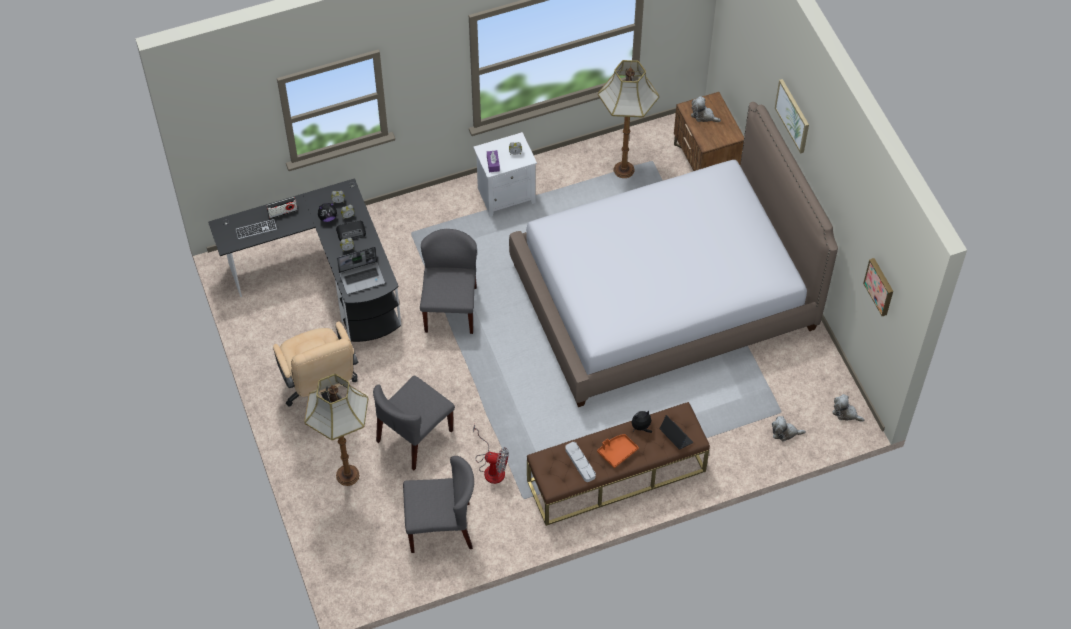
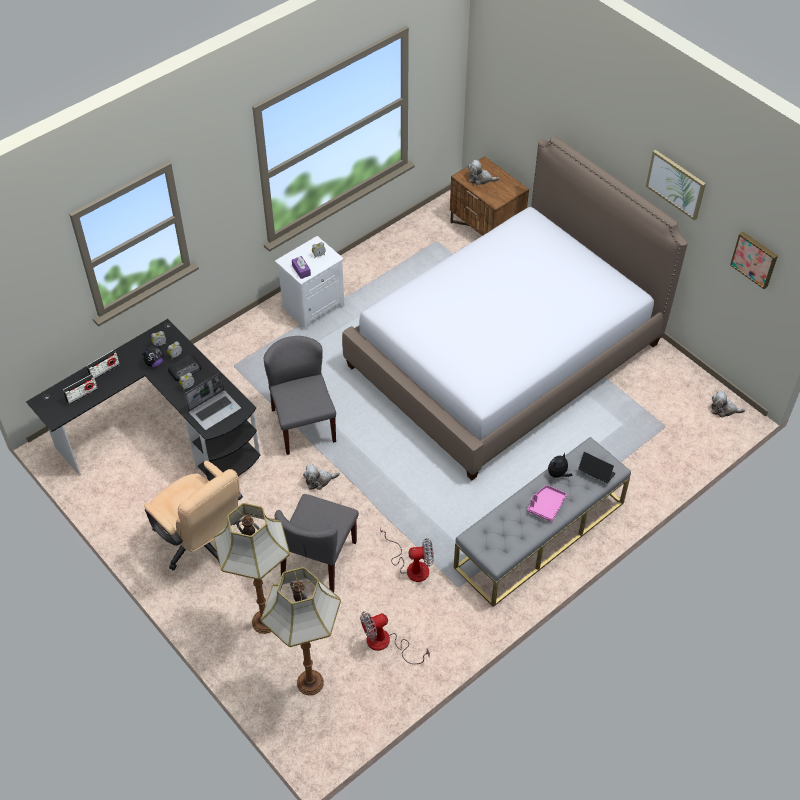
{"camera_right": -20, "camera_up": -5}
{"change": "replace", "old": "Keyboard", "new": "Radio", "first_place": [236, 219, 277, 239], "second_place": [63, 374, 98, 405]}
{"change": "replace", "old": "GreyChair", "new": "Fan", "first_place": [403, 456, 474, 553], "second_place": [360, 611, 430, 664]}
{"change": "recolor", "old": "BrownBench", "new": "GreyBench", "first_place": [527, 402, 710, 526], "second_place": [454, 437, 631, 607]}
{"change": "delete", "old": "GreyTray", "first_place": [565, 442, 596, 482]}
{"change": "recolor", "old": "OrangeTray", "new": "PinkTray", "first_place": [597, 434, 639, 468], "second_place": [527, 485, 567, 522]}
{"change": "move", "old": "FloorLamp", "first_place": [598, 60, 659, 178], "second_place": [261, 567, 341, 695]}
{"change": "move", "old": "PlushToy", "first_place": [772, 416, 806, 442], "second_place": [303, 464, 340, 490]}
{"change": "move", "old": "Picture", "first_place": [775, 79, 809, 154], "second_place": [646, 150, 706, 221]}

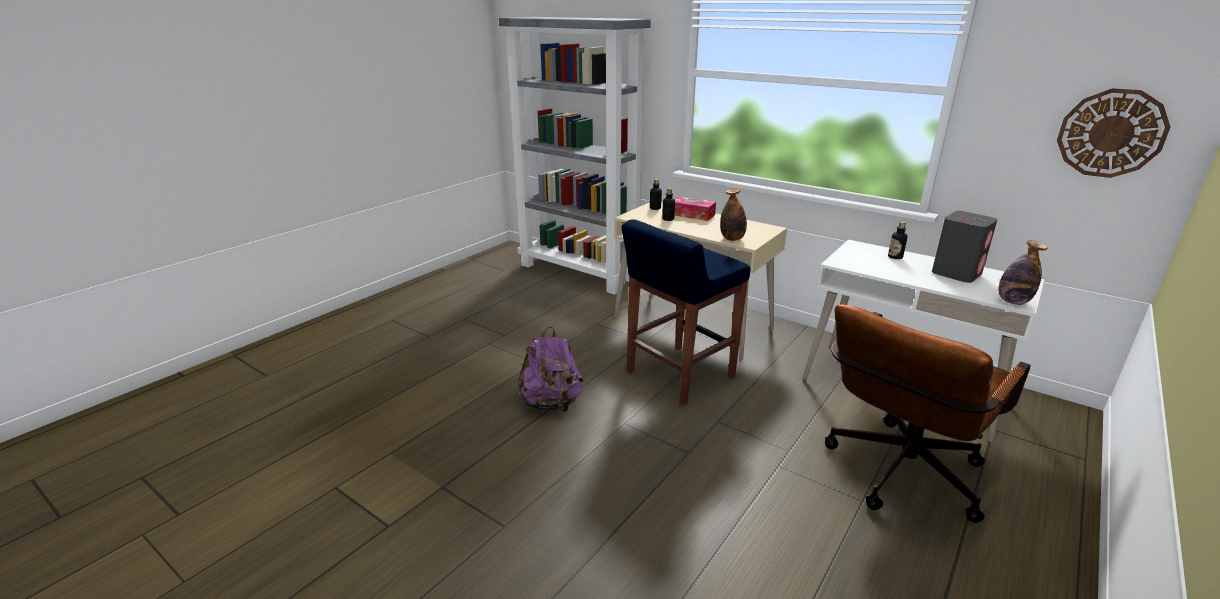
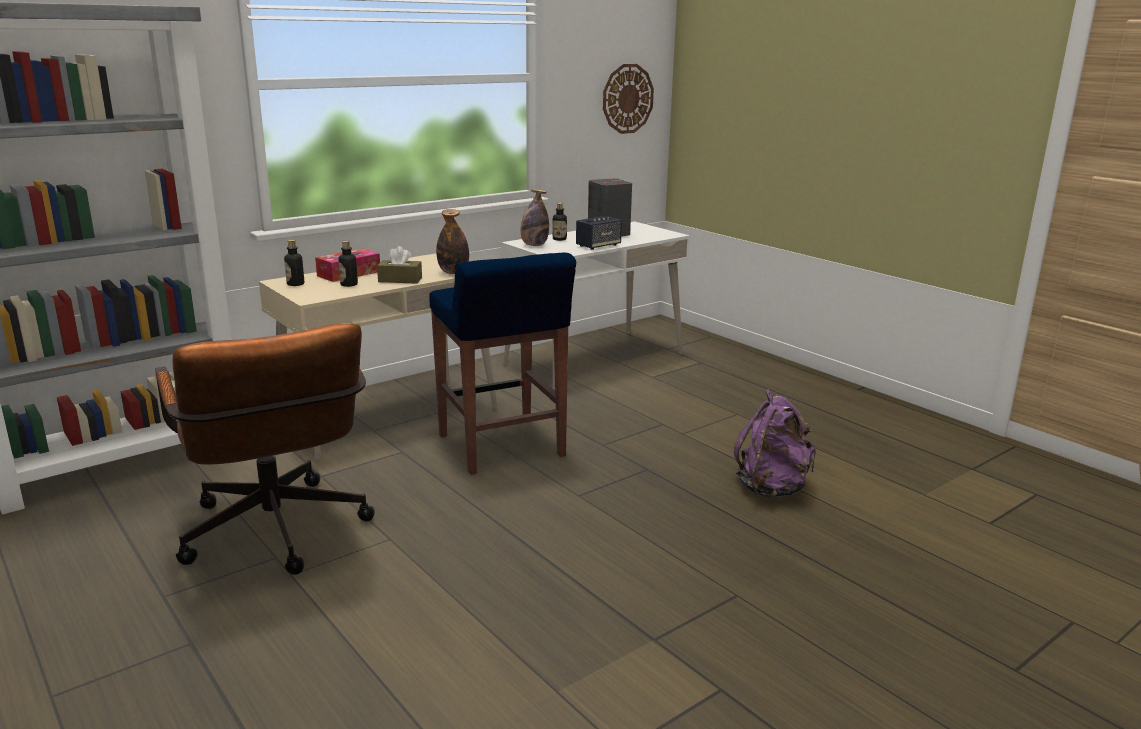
{"camera_right": -75, "camera_up": -5}
{"change": "move", "old": "PurpleBackpack", "first_place": [516, 327, 584, 413], "second_place": [734, 389, 816, 498]}
{"change": "move", "old": "BrownOfficeChair", "first_place": [825, 305, 1031, 523], "second_place": [155, 323, 375, 575]}
{"change": "move", "old": "Bottle", "first_place": [999, 240, 1048, 305], "second_place": [521, 189, 549, 246]}
{"change": "insert", "new": "BrownTissueBox", "second_place": [377, 246, 422, 284]}
{"change": "insert", "new": "Speaker", "second_place": [576, 216, 622, 250]}

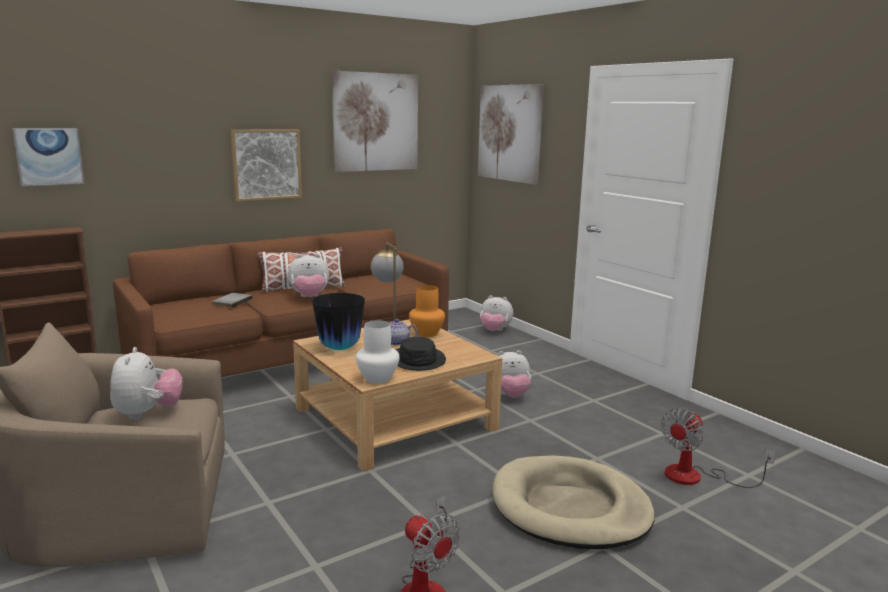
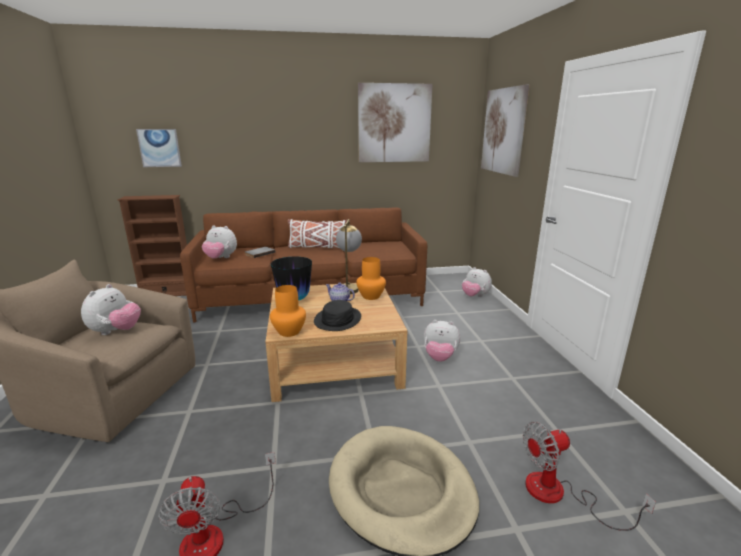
{"camera_right": 25, "camera_up": 5}
{"change": "delete", "old": "Picture", "first_place": [231, 130, 302, 201]}
{"change": "move", "old": "PlushToy", "first_place": [288, 254, 329, 297], "second_place": [202, 225, 237, 259]}
{"change": "recolor", "old": "WhiteVase", "new": "OrangeVase", "first_place": [356, 320, 400, 384], "second_place": [270, 285, 306, 337]}

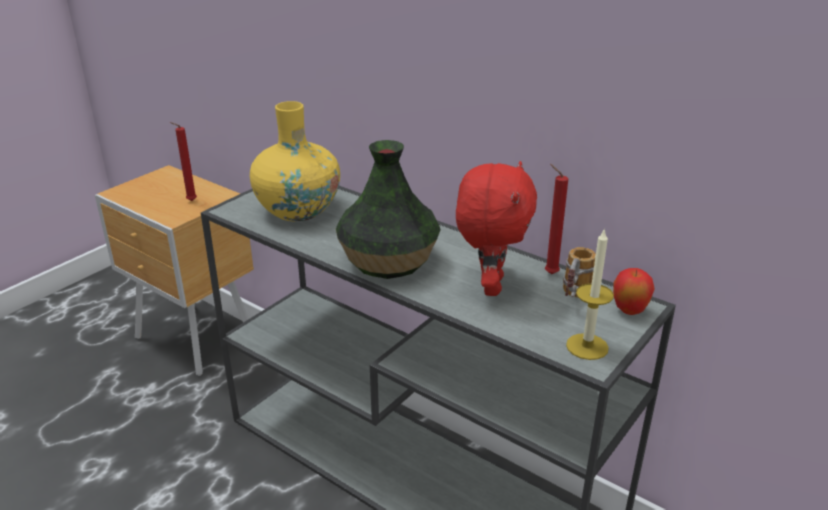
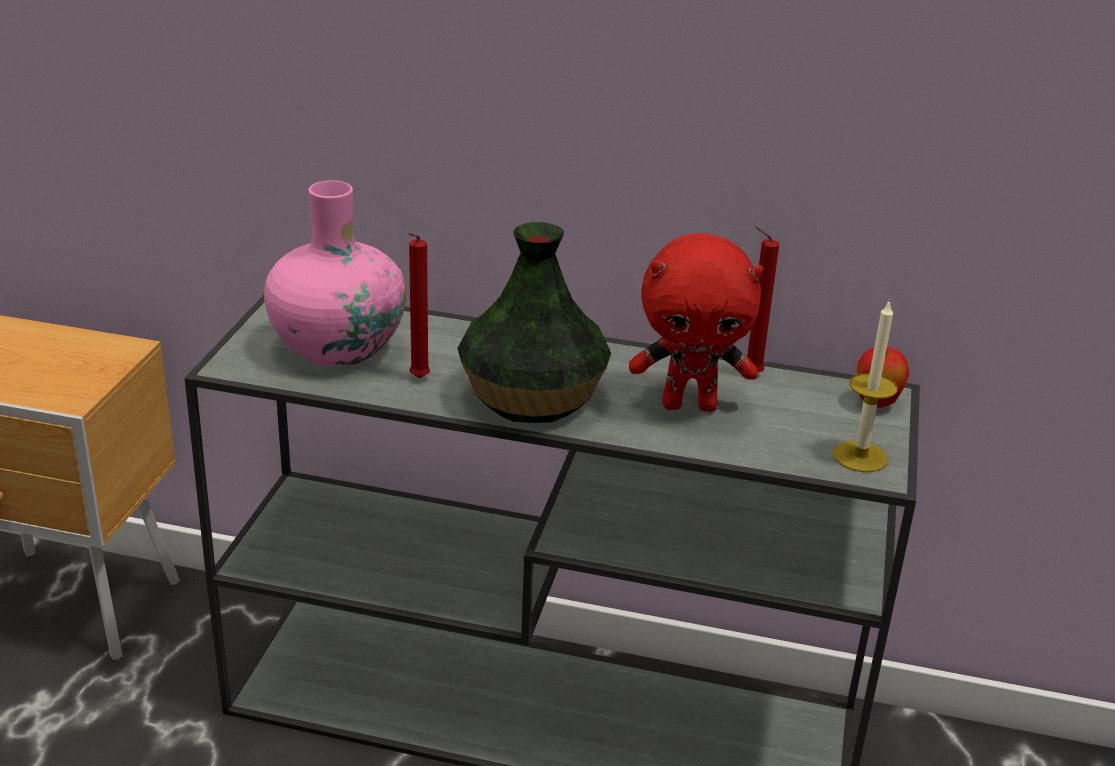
{"camera_right": -25, "camera_up": 0}
{"change": "move", "old": "RedCandle", "first_place": [170, 122, 197, 201], "second_place": [408, 233, 430, 378]}
{"change": "recolor", "old": "YellowVase", "new": "PinkVase", "first_place": [250, 101, 340, 221], "second_place": [264, 180, 406, 367]}
{"change": "rotate", "old": "RedPlushToy", "first_place": [456, 161, 537, 296], "second_place": [629, 233, 764, 412], "degrees": 105}
{"change": "delete", "old": "Mug", "first_place": [563, 247, 596, 298]}

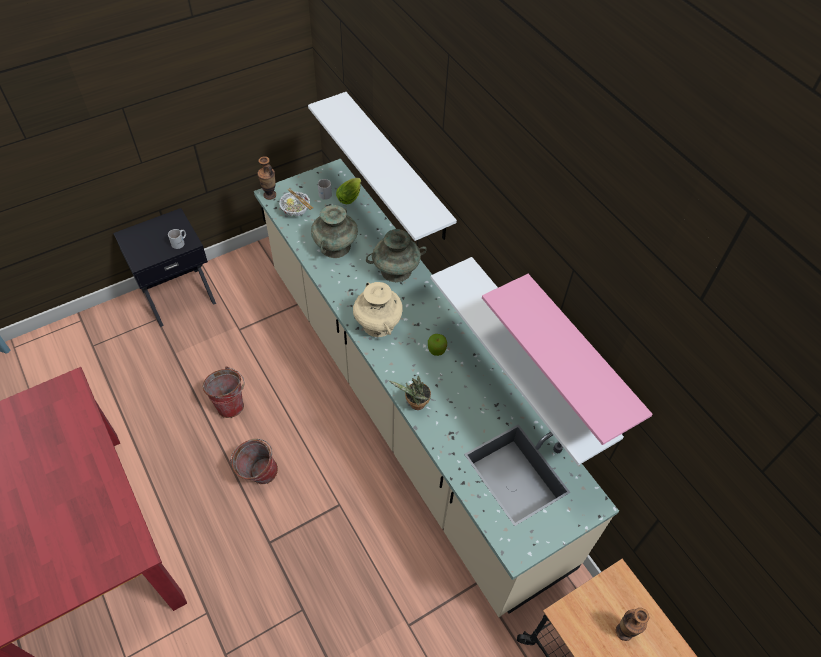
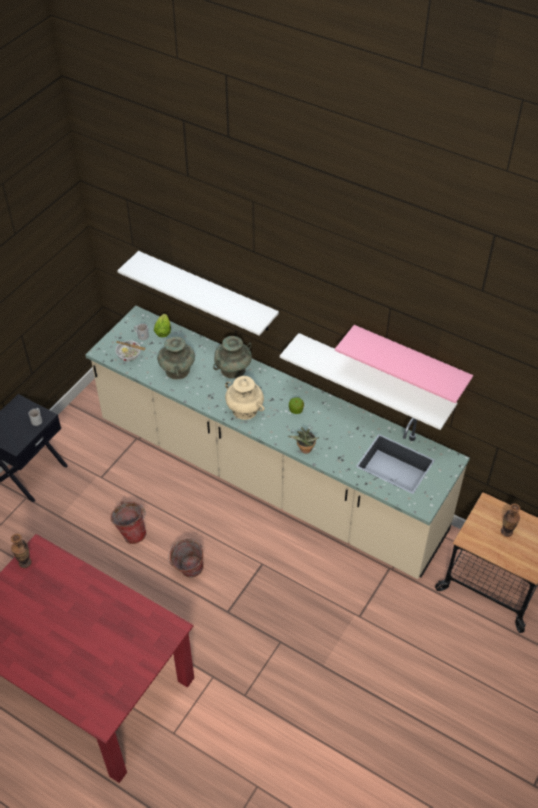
{"camera_right": -25, "camera_up": -5}
{"change": "move", "old": "Vase", "first_place": [258, 156, 276, 200], "second_place": [11, 534, 32, 568]}

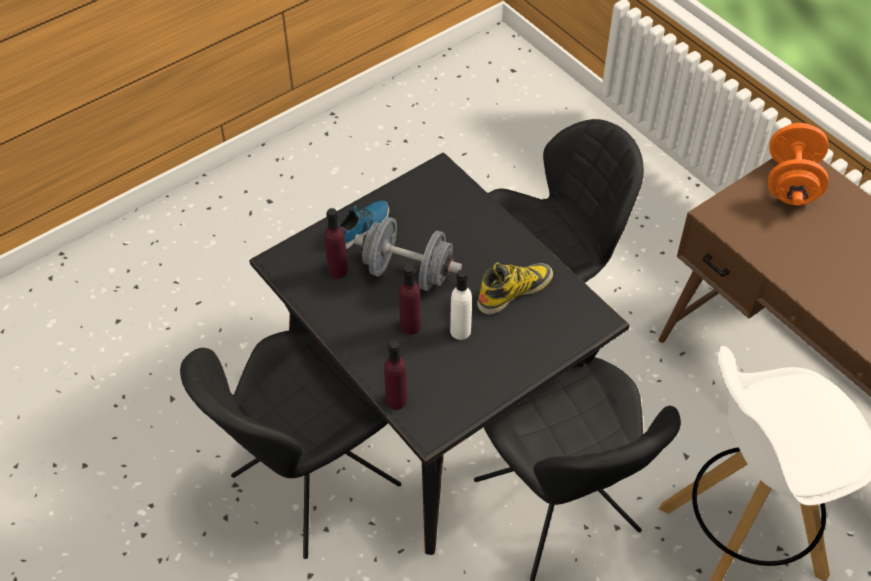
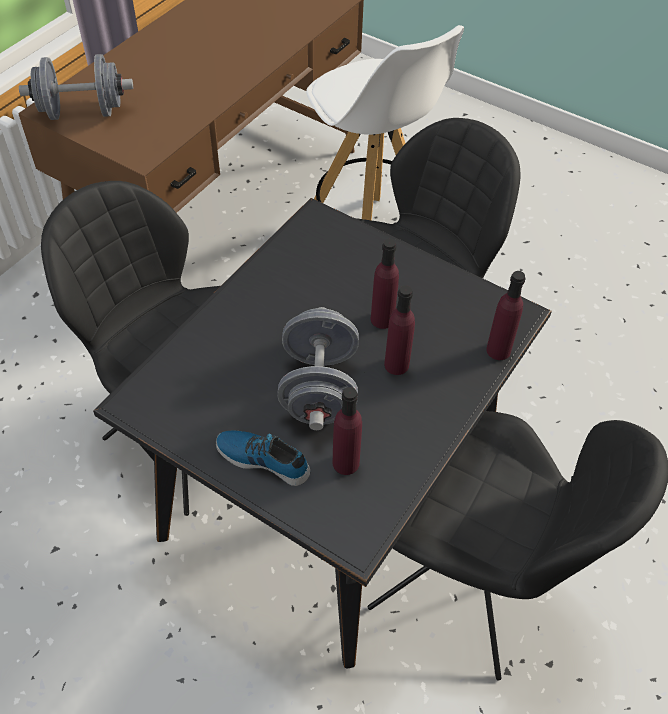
{"camera_right": -110, "camera_up": 0}
{"change": "recolor", "old": "WhiteBottle", "new": "PurpleBottle", "first_place": [450, 269, 472, 340], "second_place": [371, 239, 399, 329]}
{"change": "delete", "old": "Boot", "first_place": [477, 262, 553, 314]}
{"change": "recolor", "old": "OrangeDumbbell", "new": "GreyDumbbell", "first_place": [768, 123, 828, 206], "second_place": [19, 54, 133, 120]}

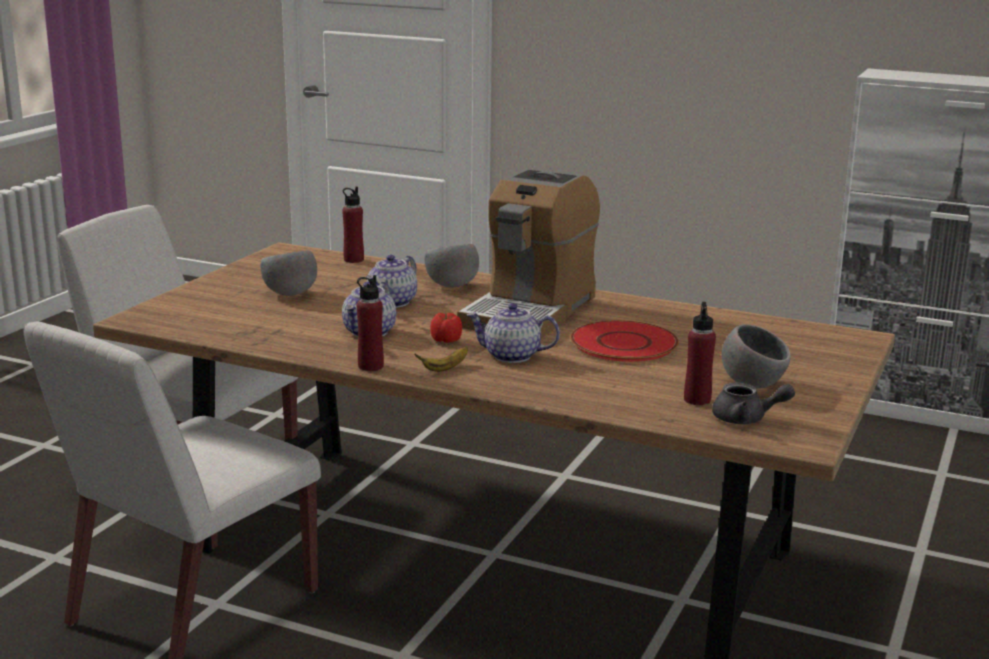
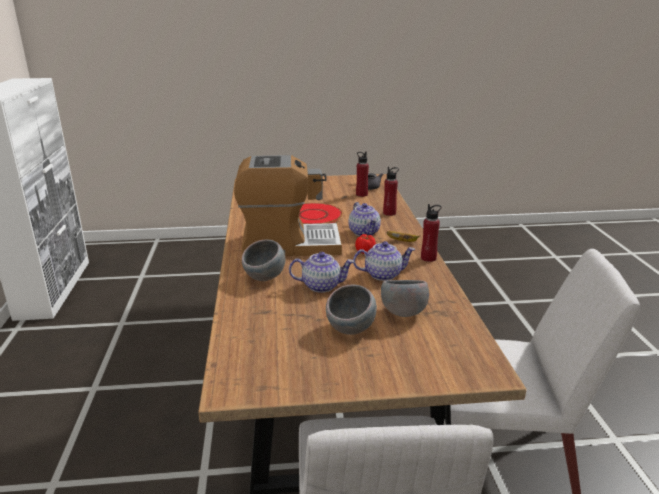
{"camera_right": -120, "camera_up": 5}
{"change": "move", "old": "RedBottle", "first_place": [342, 187, 364, 263], "second_place": [383, 167, 399, 216]}
{"change": "move", "old": "GreyBowl", "first_place": [722, 324, 791, 389], "second_place": [381, 280, 429, 317]}

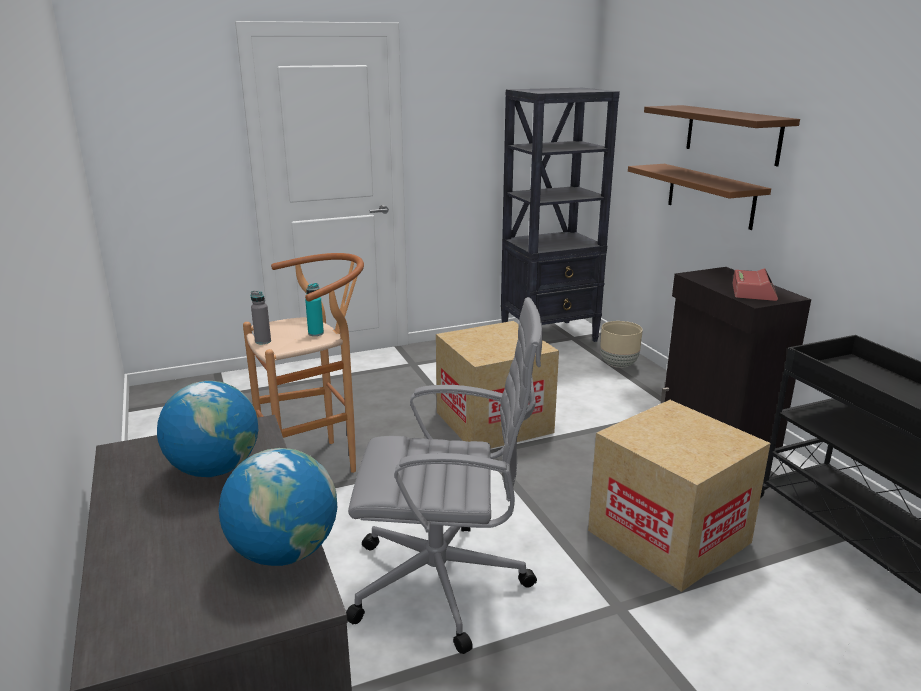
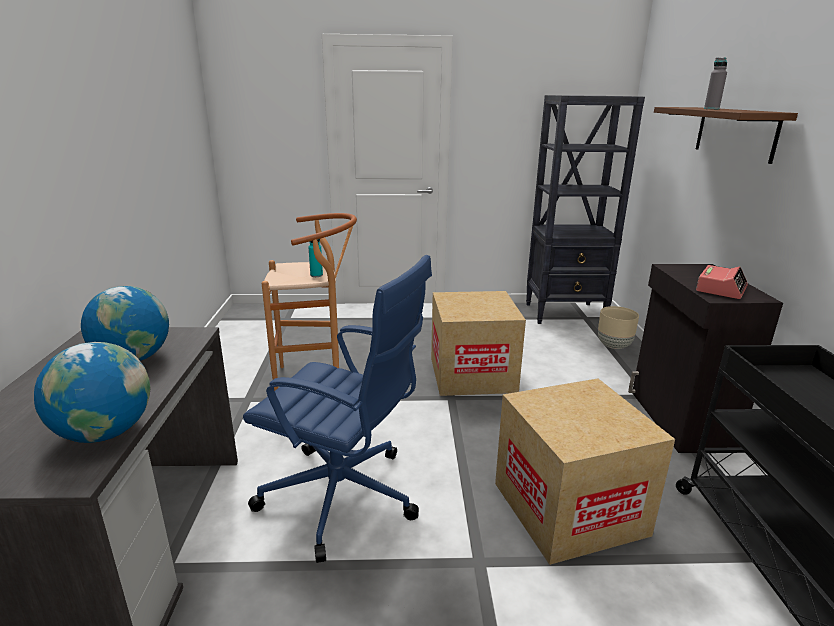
{"camera_right": 20, "camera_up": 0}
{"change": "move", "old": "GreyBottle", "first_place": [251, 291, 271, 345], "second_place": [704, 58, 727, 109]}
{"change": "recolor", "old": "GreyOfficeChair", "new": "BlueOfficeChair", "first_place": [346, 297, 543, 654], "second_place": [243, 255, 432, 563]}
{"change": "delete", "old": "BrownShelf", "first_place": [628, 164, 771, 230]}

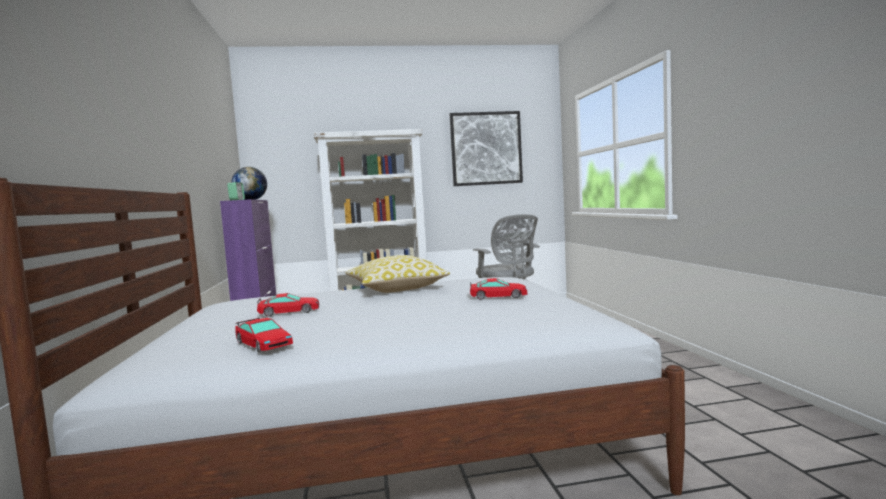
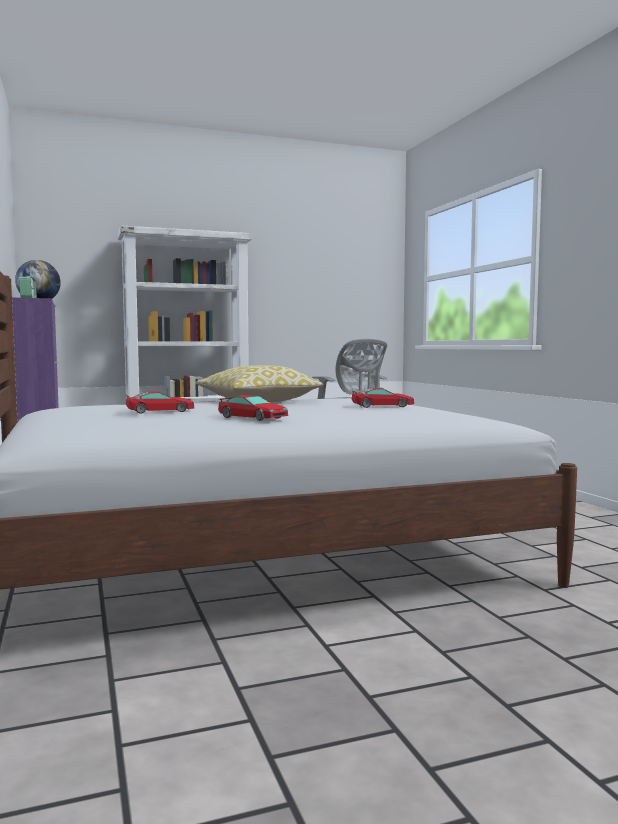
{"camera_right": -10, "camera_up": 0}
{"change": "move", "old": "ToyCar", "first_place": [235, 318, 293, 352], "second_place": [218, 395, 288, 421]}
{"change": "delete", "old": "Picture", "first_place": [450, 111, 523, 186]}

